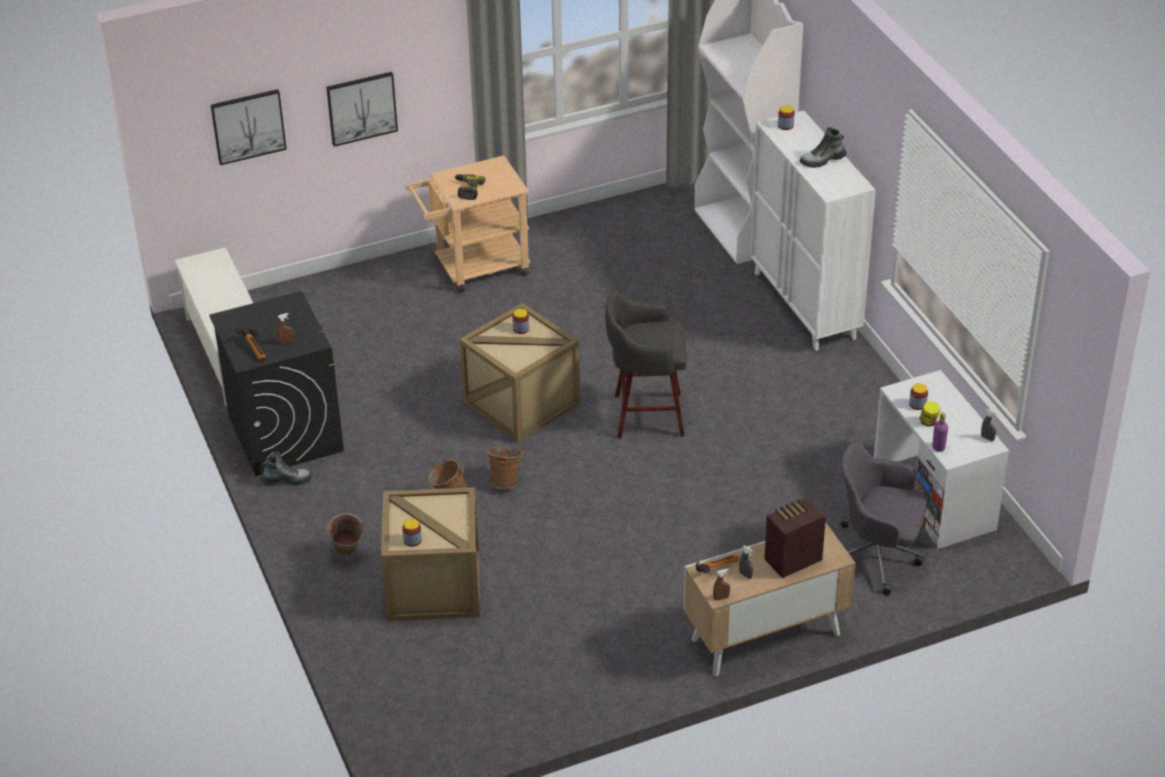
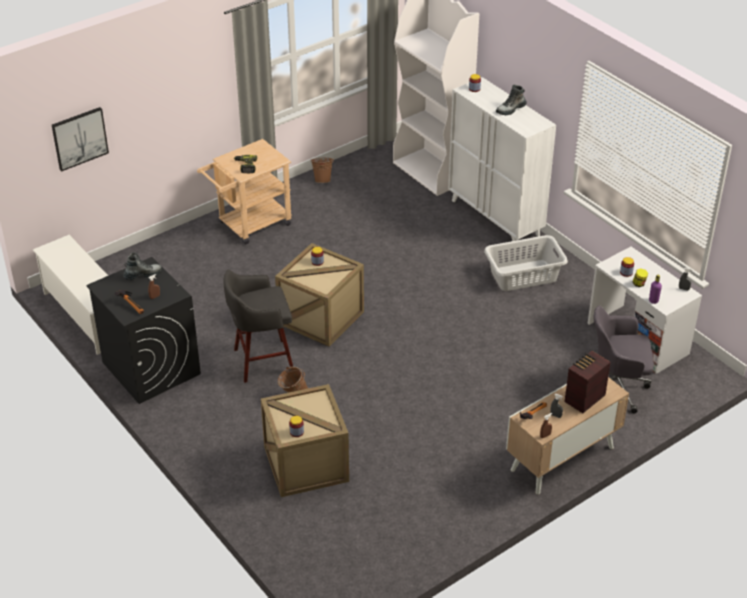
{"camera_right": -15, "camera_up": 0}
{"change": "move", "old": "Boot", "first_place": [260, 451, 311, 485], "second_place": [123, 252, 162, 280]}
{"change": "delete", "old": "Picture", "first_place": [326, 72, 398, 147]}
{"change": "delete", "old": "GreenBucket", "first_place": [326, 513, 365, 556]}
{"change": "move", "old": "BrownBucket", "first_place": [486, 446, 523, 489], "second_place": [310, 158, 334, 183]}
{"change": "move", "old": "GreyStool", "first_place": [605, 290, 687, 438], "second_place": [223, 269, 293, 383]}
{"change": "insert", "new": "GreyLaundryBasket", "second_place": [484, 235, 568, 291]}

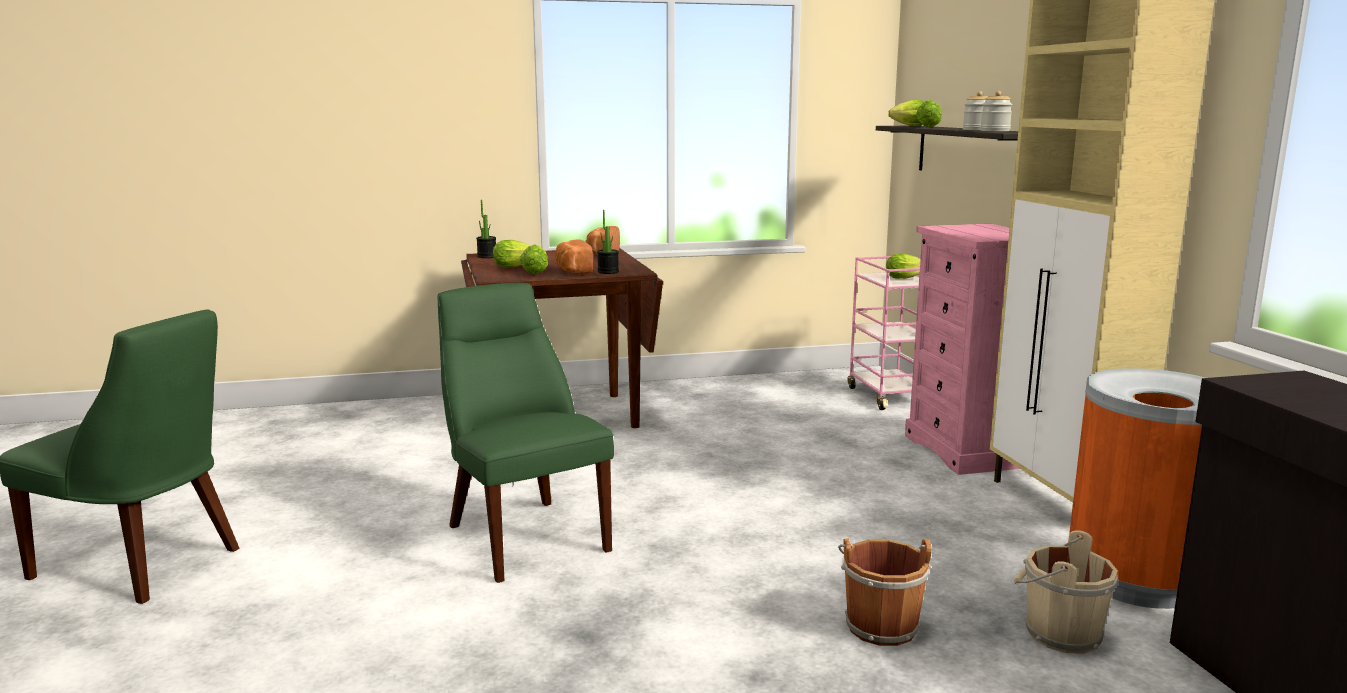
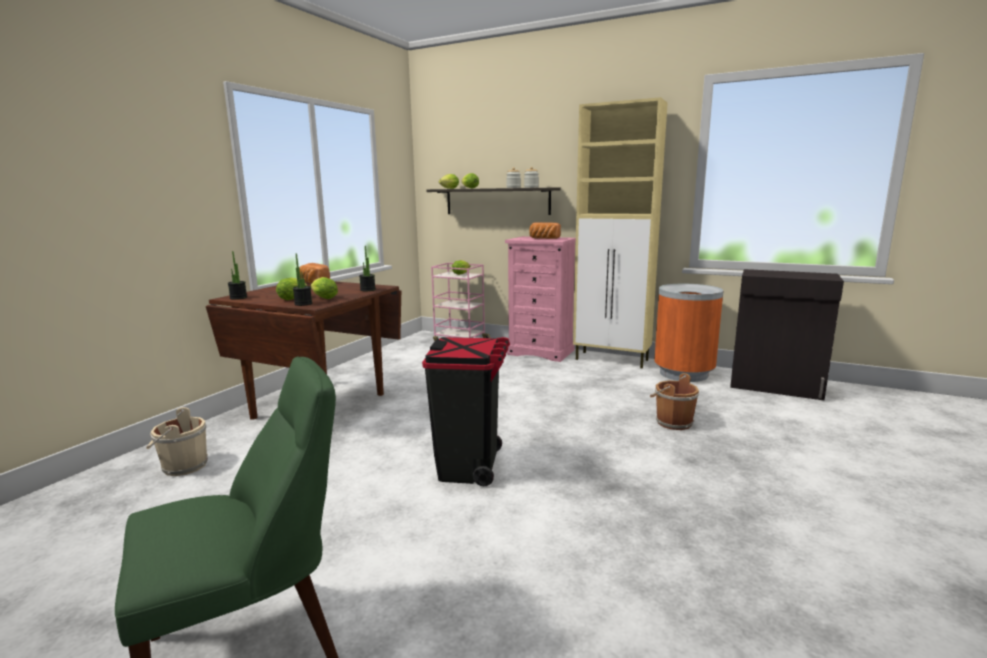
{"camera_right": -50, "camera_up": 0}
{"change": "replace", "old": "GreenChair", "new": "BlackTrashCan", "first_place": [438, 283, 614, 583], "second_place": [422, 337, 510, 486]}
{"change": "move", "old": "Bread", "first_place": [555, 239, 593, 274], "second_place": [530, 222, 561, 239]}
{"change": "move", "old": "BeigeBucket", "first_place": [1014, 530, 1118, 654], "second_place": [146, 407, 208, 476]}
{"change": "insert", "new": "PottedPlant", "second_place": [293, 253, 312, 306]}

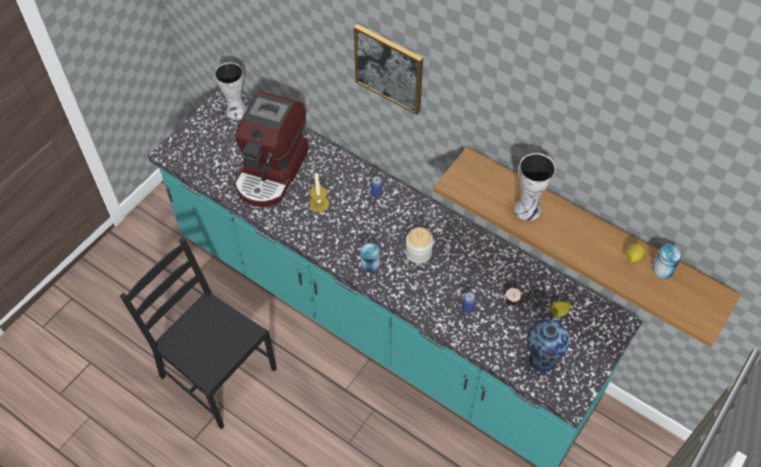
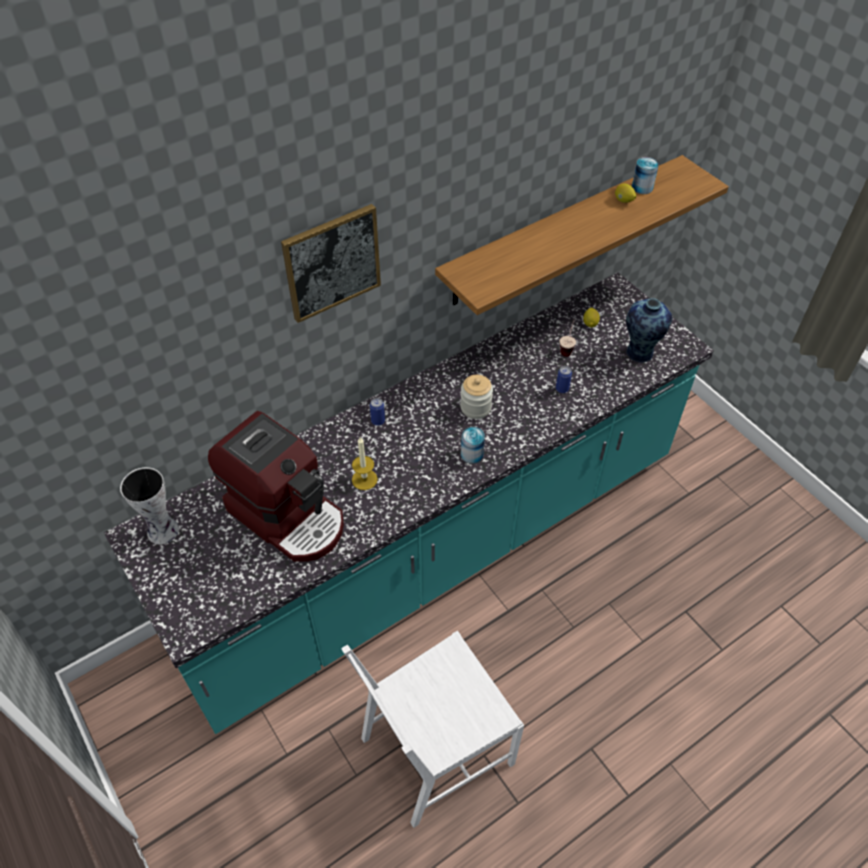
{"camera_right": -70, "camera_up": -5}
{"change": "recolor", "old": "BlackChair", "new": "WhiteChair", "first_place": [120, 237, 277, 429], "second_place": [341, 631, 524, 828]}
{"change": "delete", "old": "Vase", "first_place": [514, 153, 556, 221]}

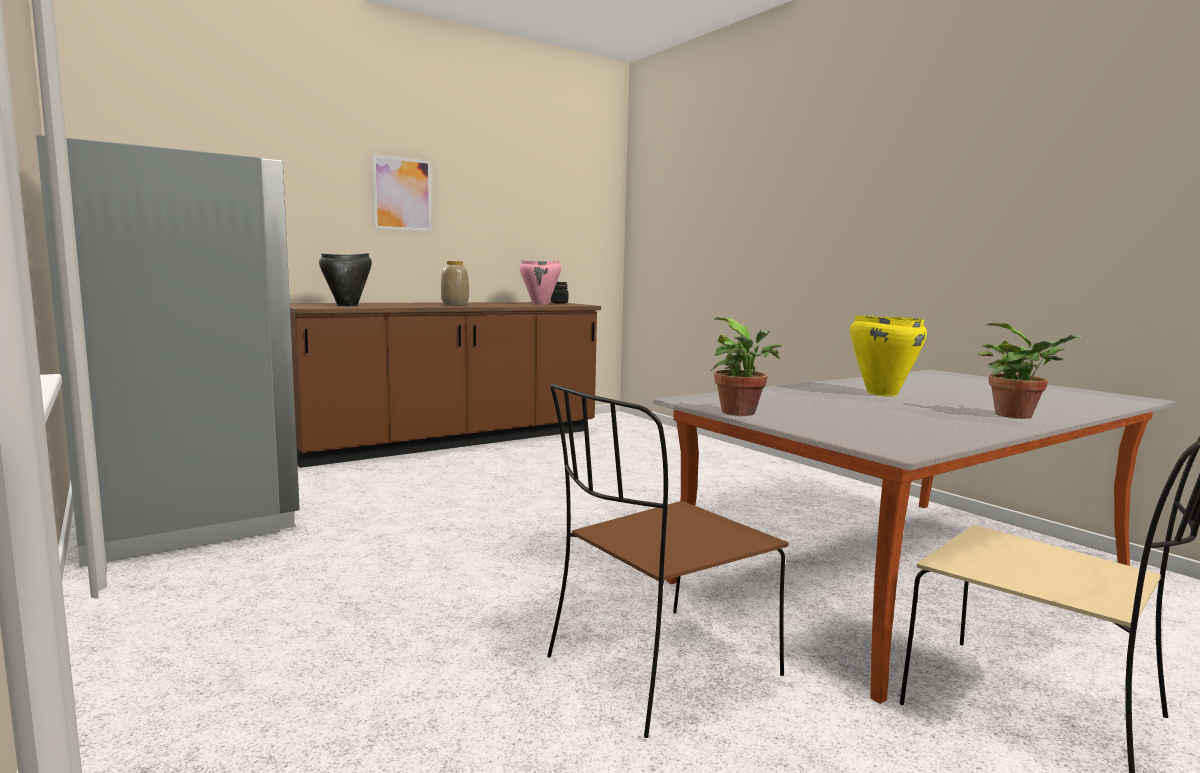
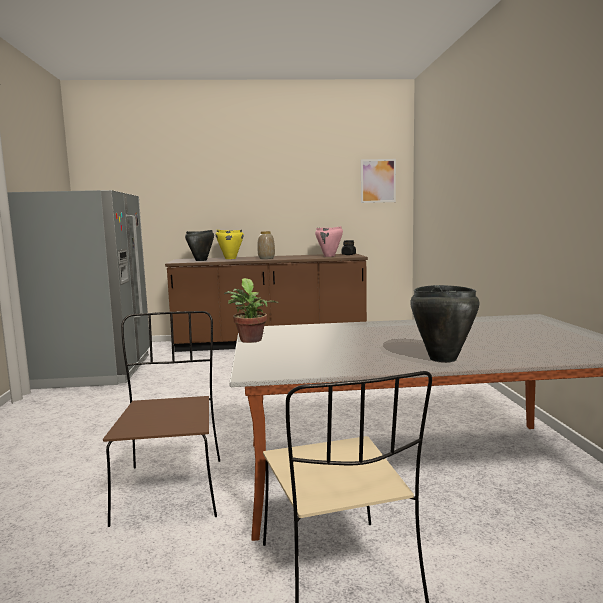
{"camera_right": 30, "camera_up": 0}
{"change": "move", "old": "Picture", "first_place": [372, 154, 432, 232], "second_place": [361, 159, 396, 203]}
{"change": "rotate", "old": "BrownChair", "first_place": [547, 384, 788, 738], "second_place": [103, 311, 220, 527], "degrees": 90}
{"change": "move", "old": "YellowCookingPot", "first_place": [850, 315, 927, 396], "second_place": [216, 230, 244, 259]}
{"change": "replace", "old": "PottedPlant", "new": "BlackCookingPot", "first_place": [978, 323, 1082, 419], "second_place": [410, 285, 479, 362]}

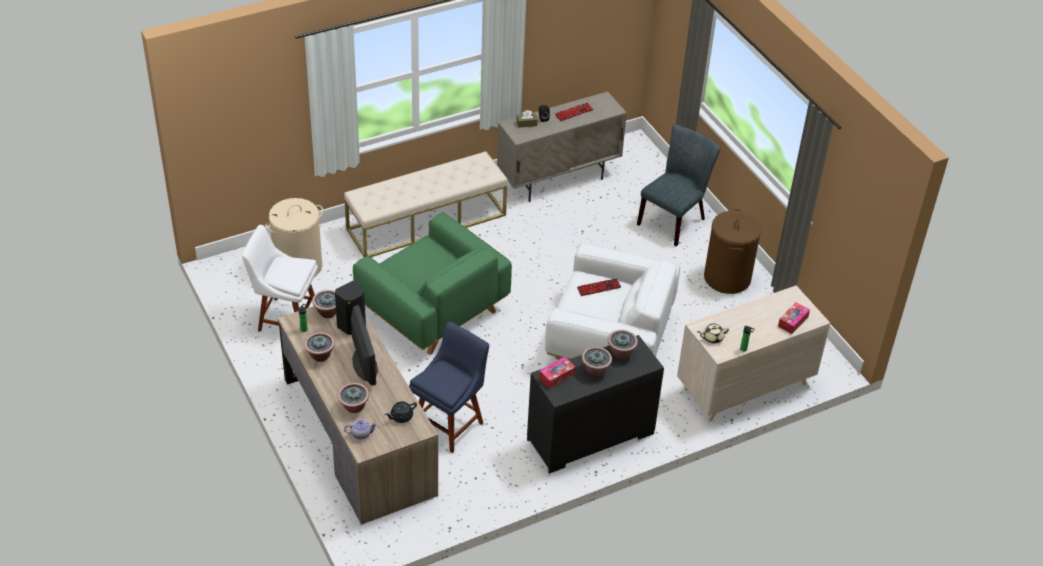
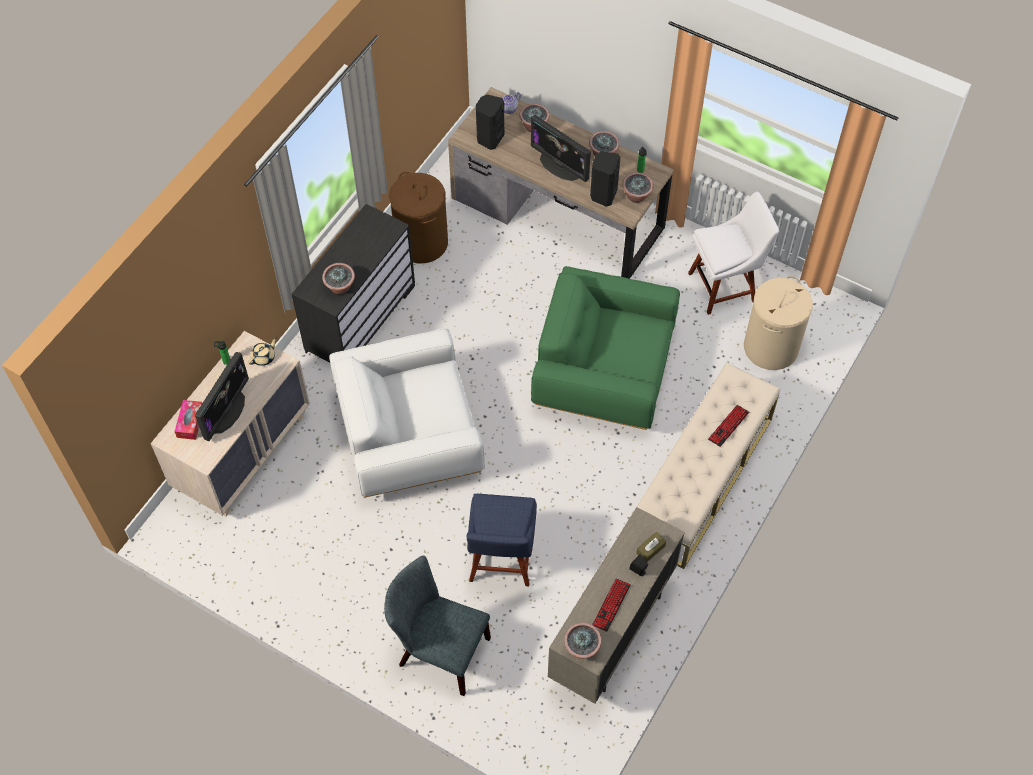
{"camera_right": 150, "camera_up": 15}
{"change": "replace", "old": "BlackTeapot", "new": "BlackSpeaker", "first_place": [385, 401, 417, 423], "second_place": [476, 95, 504, 150]}
{"change": "move", "old": "BlueChair", "first_place": [409, 322, 489, 453], "second_place": [467, 494, 537, 587]}
{"change": "delete", "old": "TissueBox", "first_place": [539, 357, 576, 389]}
{"change": "move", "old": "Keyboard", "first_place": [577, 278, 621, 296], "second_place": [708, 405, 749, 447]}
{"change": "move", "old": "PottedPlant", "first_place": [582, 347, 612, 376], "second_place": [564, 622, 602, 659]}
{"change": "rotate", "old": "GreyChair", "first_place": [637, 124, 720, 247], "second_place": [384, 556, 491, 696], "degrees": 105}
{"change": "move", "old": "BrownLaundryBasket", "first_place": [704, 209, 762, 294], "second_place": [389, 172, 448, 264]}
{"change": "insert", "new": "Monitor", "second_place": [195, 352, 249, 441]}

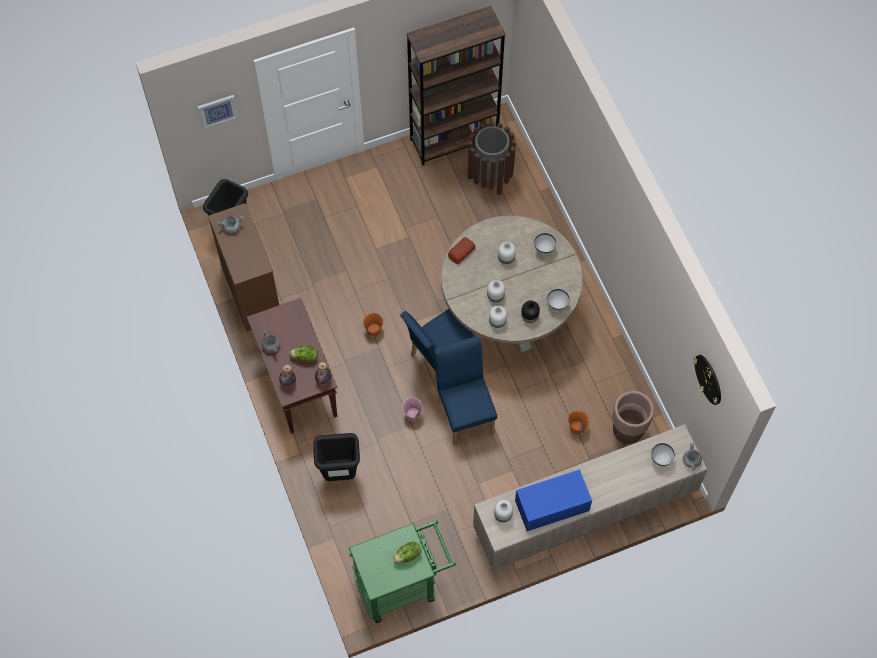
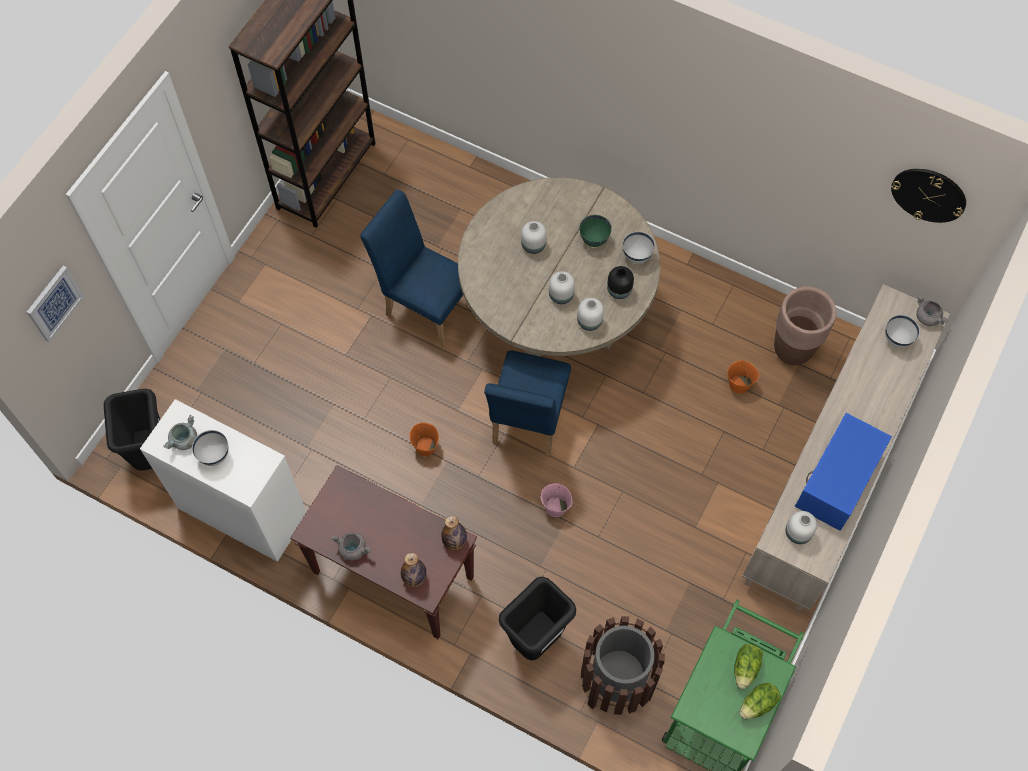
{"camera_right": -40, "camera_up": 0}
{"change": "recolor", "old": "BrownDresser", "new": "WhiteDresser", "first_place": [208, 203, 279, 331], "second_place": [140, 399, 306, 562]}
{"change": "move", "old": "Lettuce", "first_place": [289, 346, 318, 362], "second_place": [739, 683, 781, 719]}
{"change": "move", "old": "BlueChair", "first_place": [434, 336, 497, 446], "second_place": [360, 190, 463, 348]}
{"change": "delete", "old": "Bread", "first_place": [448, 237, 475, 264]}
{"change": "move", "old": "BrownTrashCan", "first_place": [468, 122, 516, 195], "second_place": [581, 616, 665, 715]}
{"change": "move", "old": "WhiteBowl", "first_place": [534, 233, 557, 255], "second_place": [192, 430, 229, 466]}
{"change": "insert", "new": "GreenBowl", "second_place": [579, 215, 612, 247]}

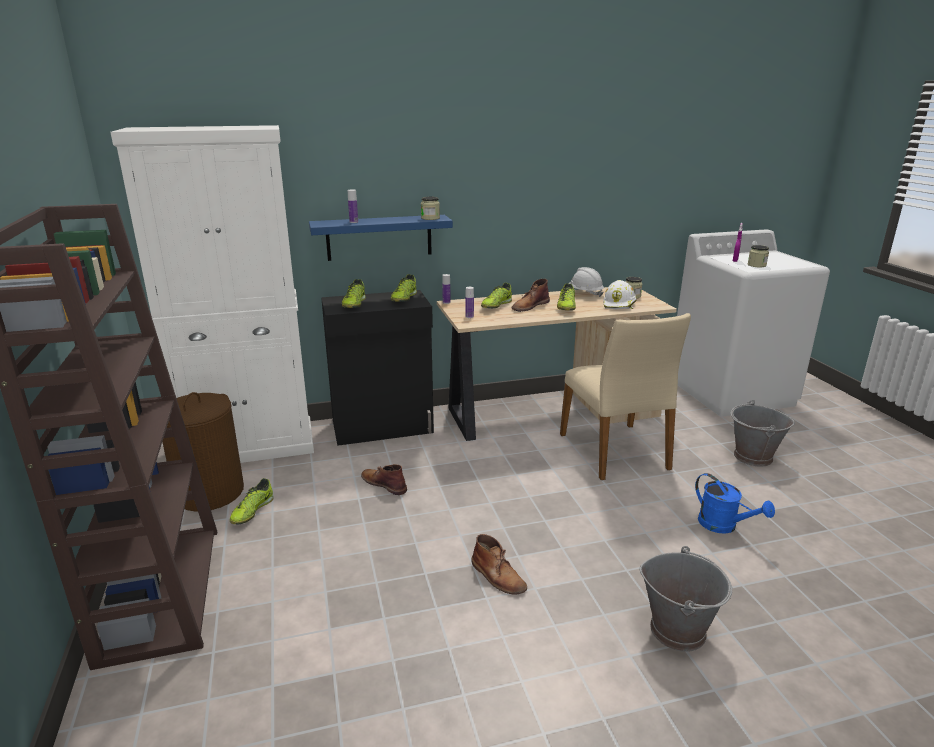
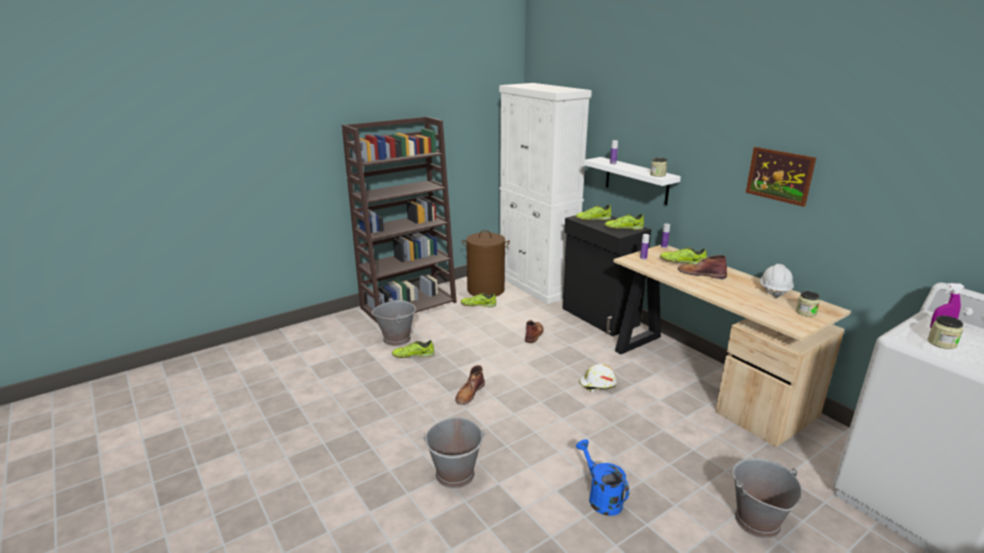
{"camera_right": 70, "camera_up": 0}
{"change": "recolor", "old": "BlueShelf", "new": "WhiteShelf", "first_place": [309, 215, 453, 261], "second_place": [583, 157, 681, 205]}
{"change": "move", "old": "Shoe", "first_place": [557, 283, 576, 310], "second_place": [392, 340, 434, 358]}
{"change": "delete", "old": "BeigeChair", "first_place": [560, 313, 691, 480]}
{"change": "move", "old": "WhiteHardHat", "first_place": [603, 280, 637, 309], "second_place": [579, 364, 617, 392]}
{"change": "rotate", "old": "BlueWateringCan", "first_place": [695, 473, 775, 534], "second_place": [576, 439, 629, 516], "degrees": 120}
{"change": "insert", "new": "GreyBucket", "second_place": [372, 298, 416, 346]}
{"change": "insert", "new": "Picture", "second_place": [745, 147, 816, 207]}

